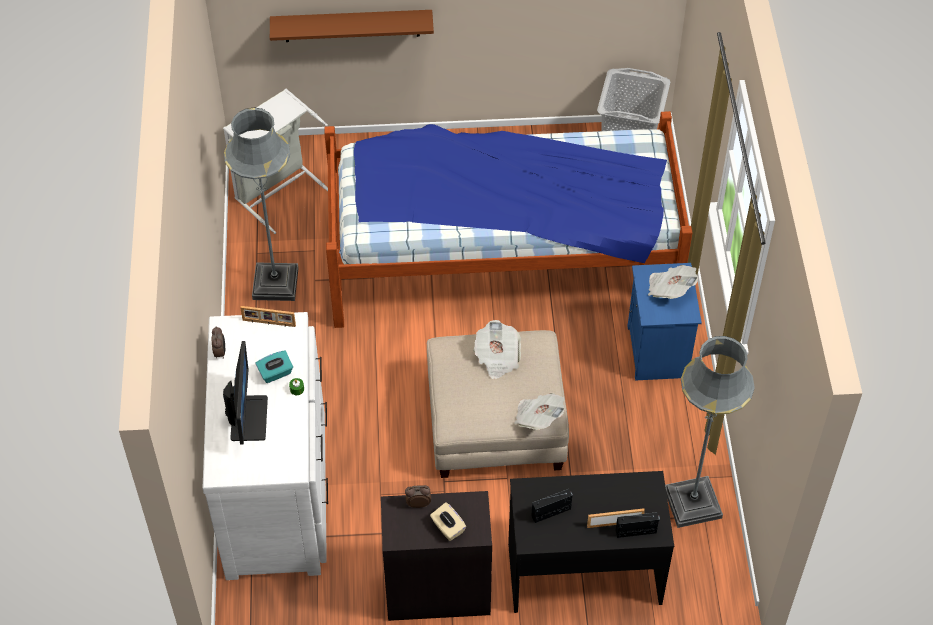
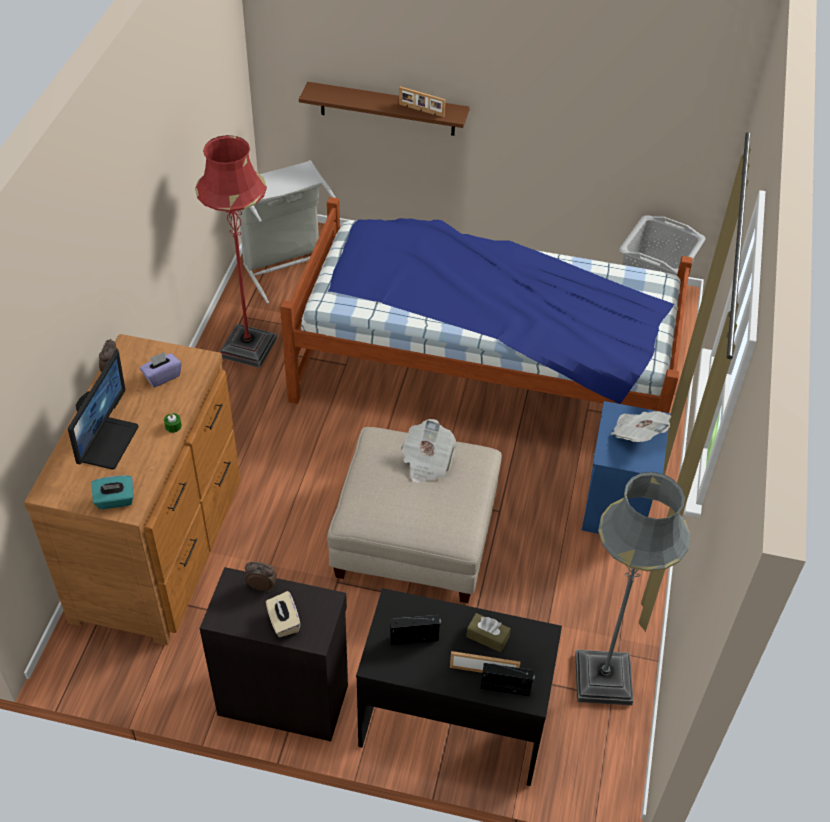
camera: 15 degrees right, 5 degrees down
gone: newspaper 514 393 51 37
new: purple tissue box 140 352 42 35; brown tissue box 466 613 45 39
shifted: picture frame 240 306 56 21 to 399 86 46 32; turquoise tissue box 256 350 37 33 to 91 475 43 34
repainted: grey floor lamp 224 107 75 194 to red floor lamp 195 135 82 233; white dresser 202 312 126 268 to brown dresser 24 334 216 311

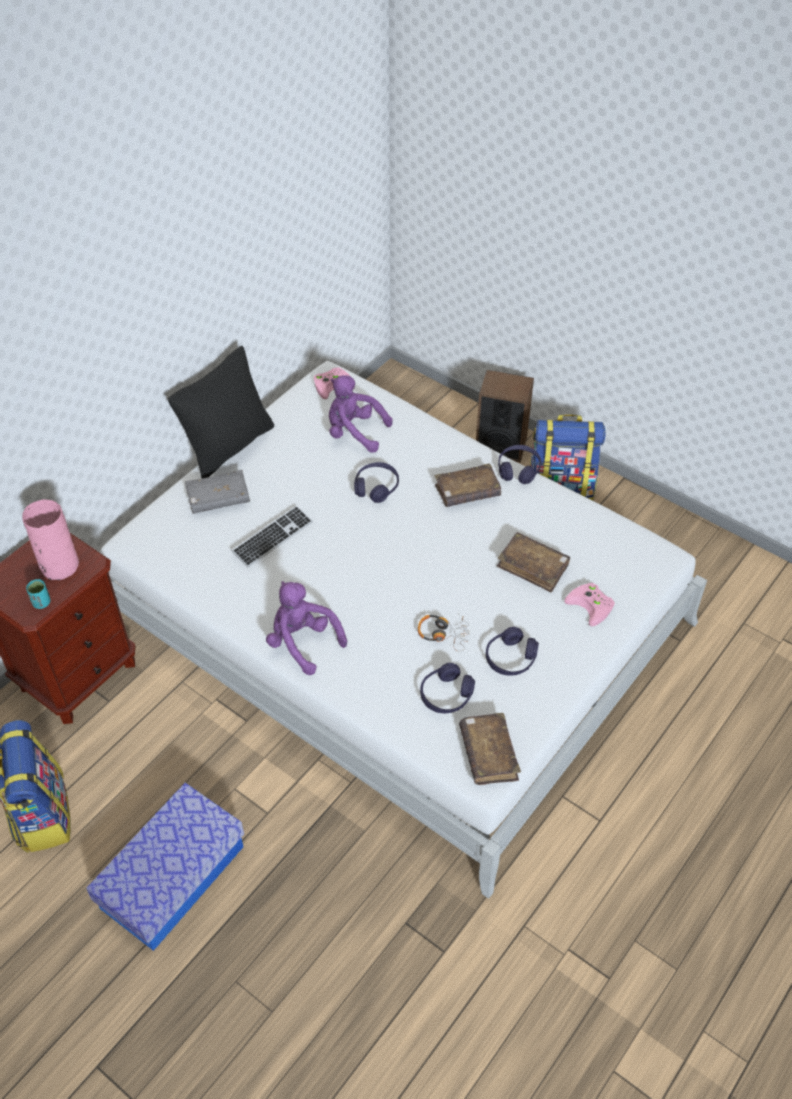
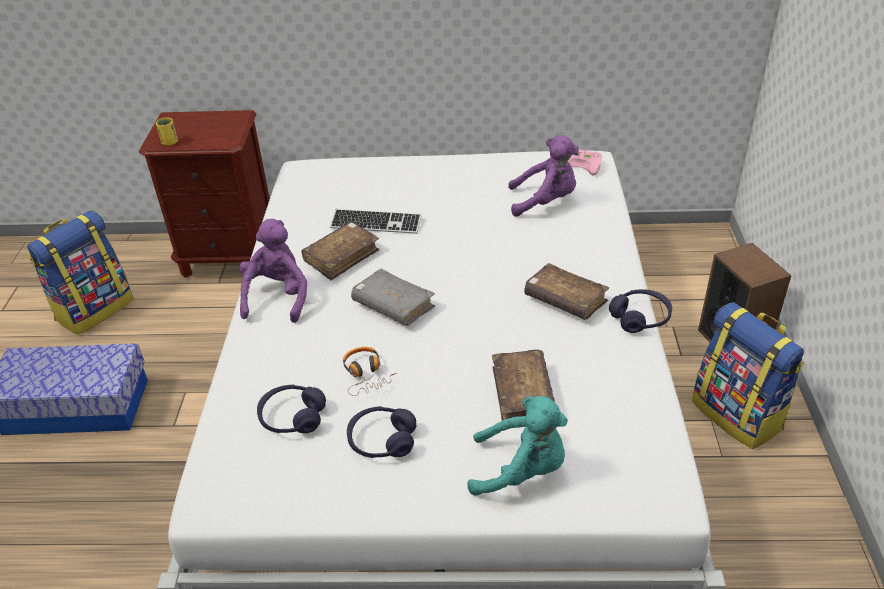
camera: 55 degrees right, 10 degrees down
gone: black pillow 168 346 106 133; purple headphones 354 462 45 41; pink vase 22 499 57 81
shifted: grey book 185 470 65 44 to 351 269 84 57; brown book 459 713 62 72 to 301 222 78 59
swapped: pink game controller 564 583 51 43 to turquoise plush toy 467 396 101 100
repainted: turquoise cup 26 579 24 30 to yellow cup 156 117 22 29
rotated: purple plush toy 329 375 64 78 = 508 135 71 82 105 degrees clockwise

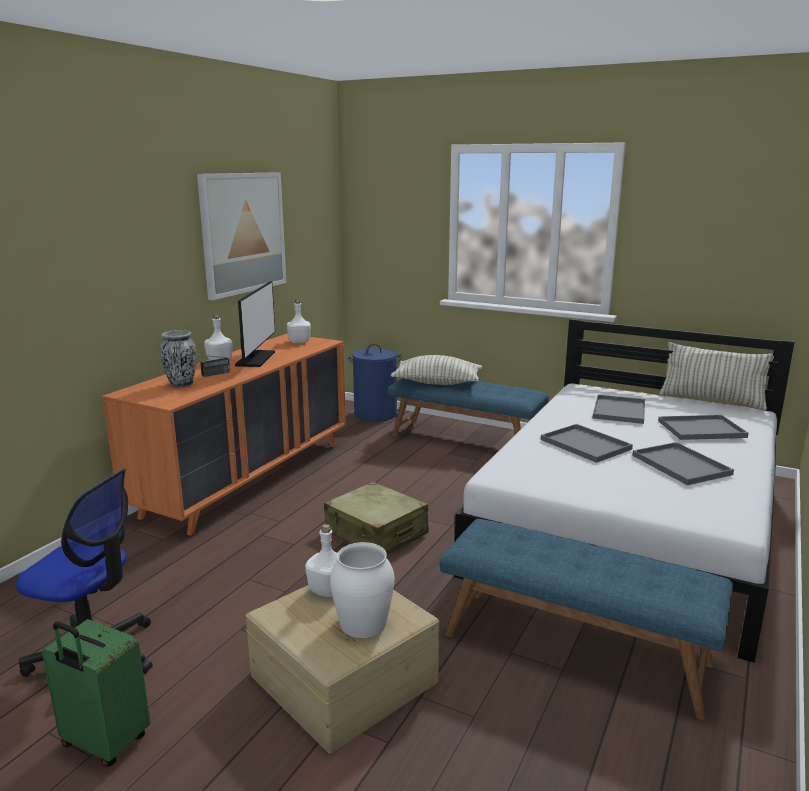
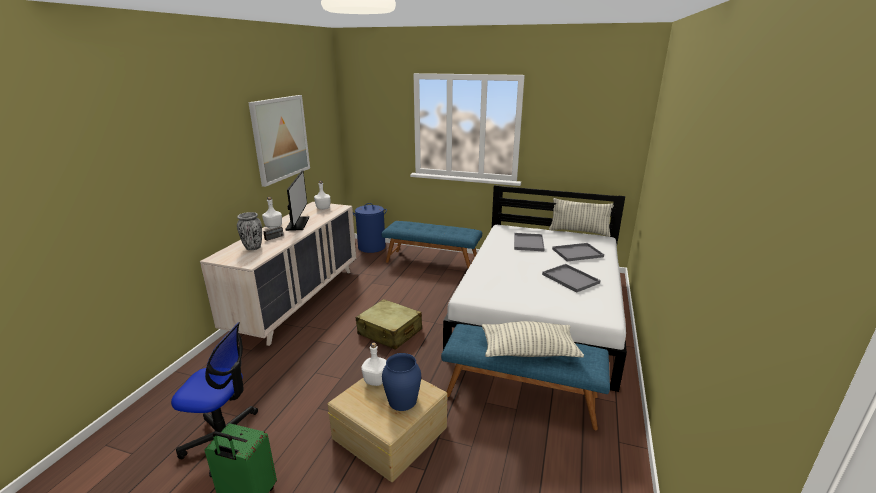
camera: 10 degrees left, 5 degrees up
gone: grey tray 541 424 92 39
shifted: pillow 391 355 91 30 to 482 321 102 37
repainted: orange dresser 102 334 244 202 to beige dresser 200 202 156 144; white vase 330 542 65 96 to blue vase 382 353 39 58

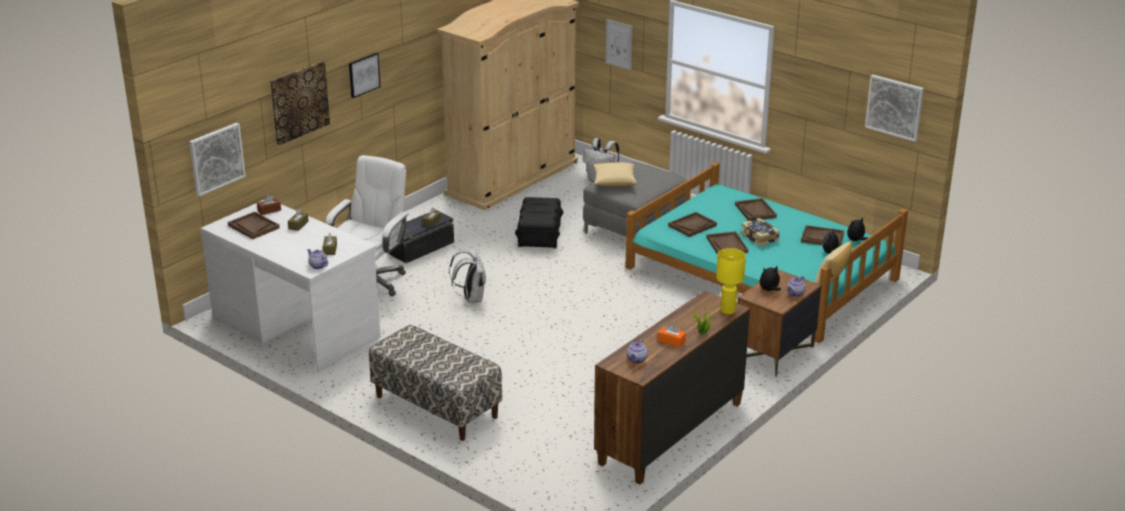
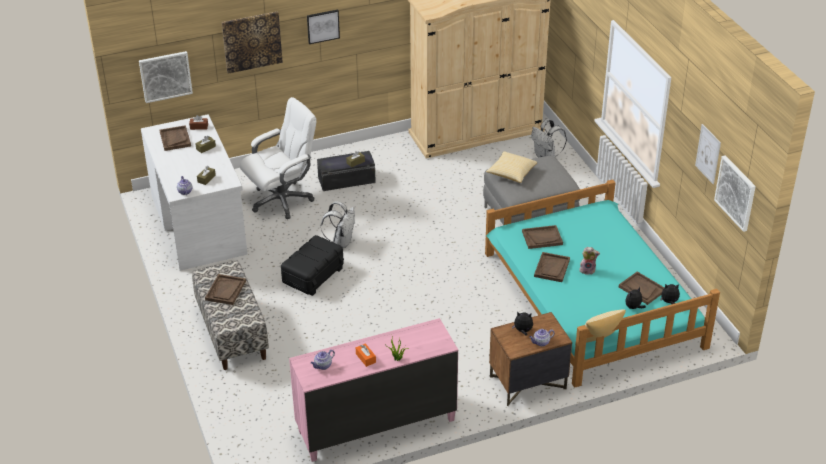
camera: 30 degrees right, 10 degrees up
gone: yellow table lamp 716 248 30 66
shifted: picture 606 19 26 51 to 695 124 26 60; black storage box 515 197 49 51 to 281 235 63 61; brown tray 735 198 42 23 to 205 274 41 31
swapped: book 740 218 40 29 to plush toy 579 247 21 28
repainted: brown dresser 594 291 156 194 to pink dresser 289 318 169 144

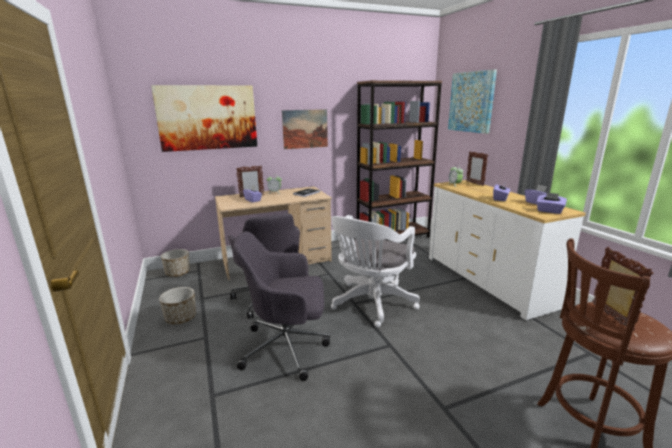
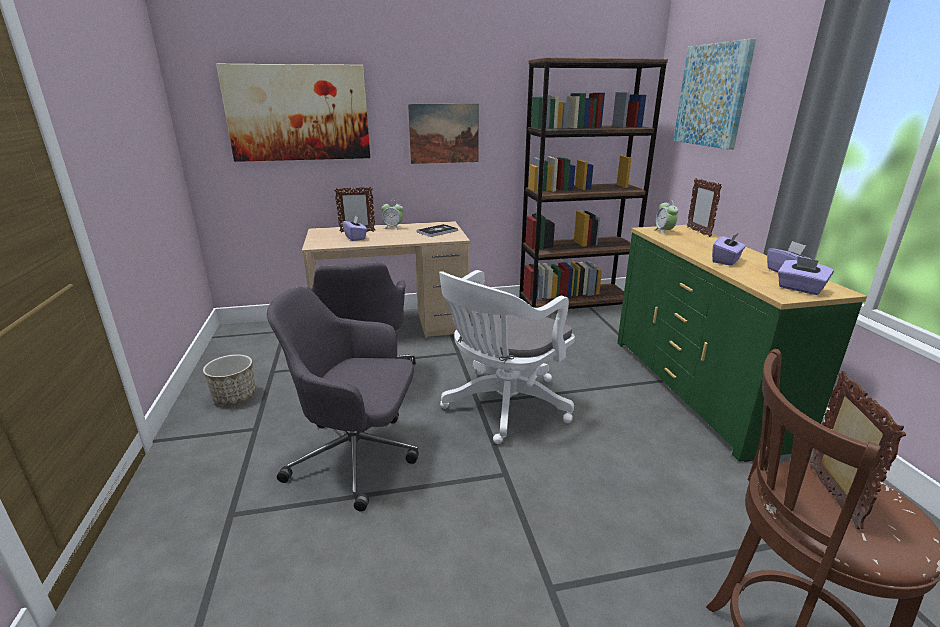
camera: 10 degrees right, 5 degrees up
gone: planter 161 249 29 28
repainted: white dresser 429 180 157 140 to green dresser 617 225 250 237

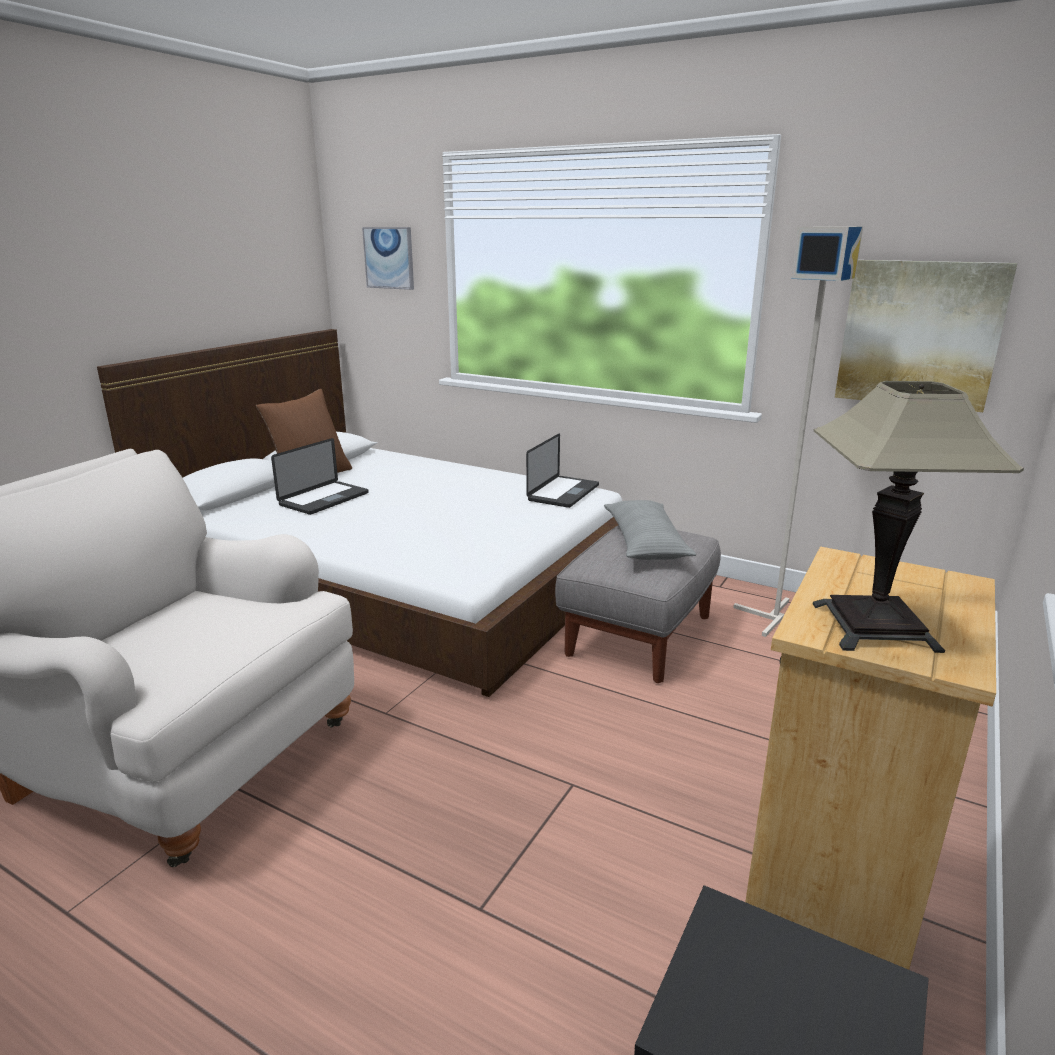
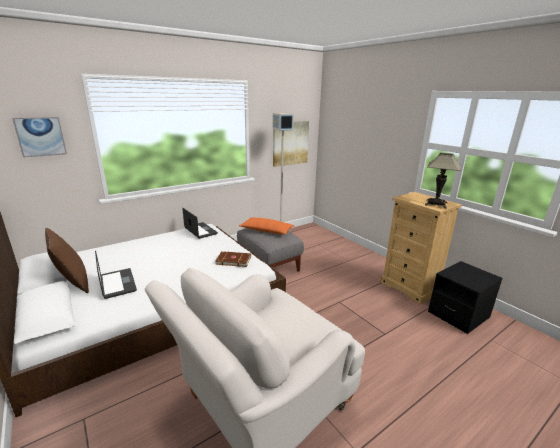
camera: 65 degrees left, 0 degrees up
new: brown book 215 251 36 16
repainted: grey pillow 604 500 92 60 to orange pillow 239 217 55 17

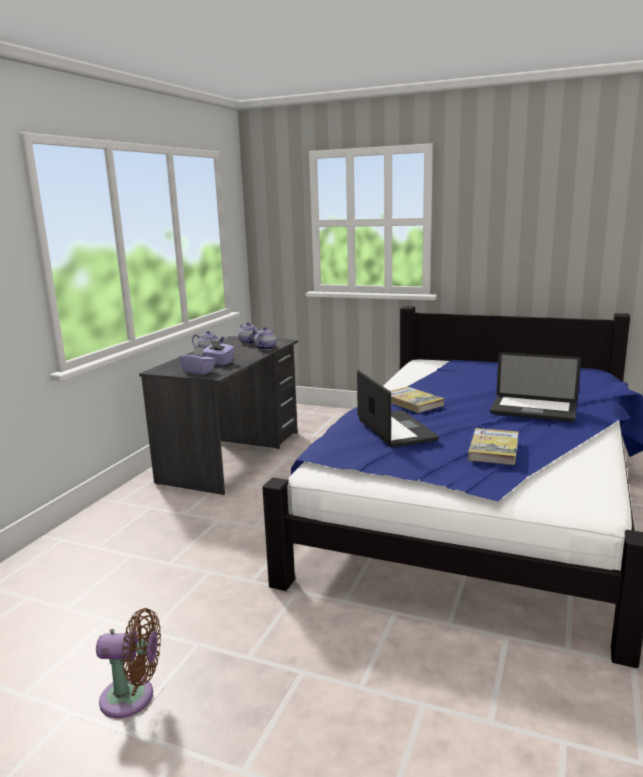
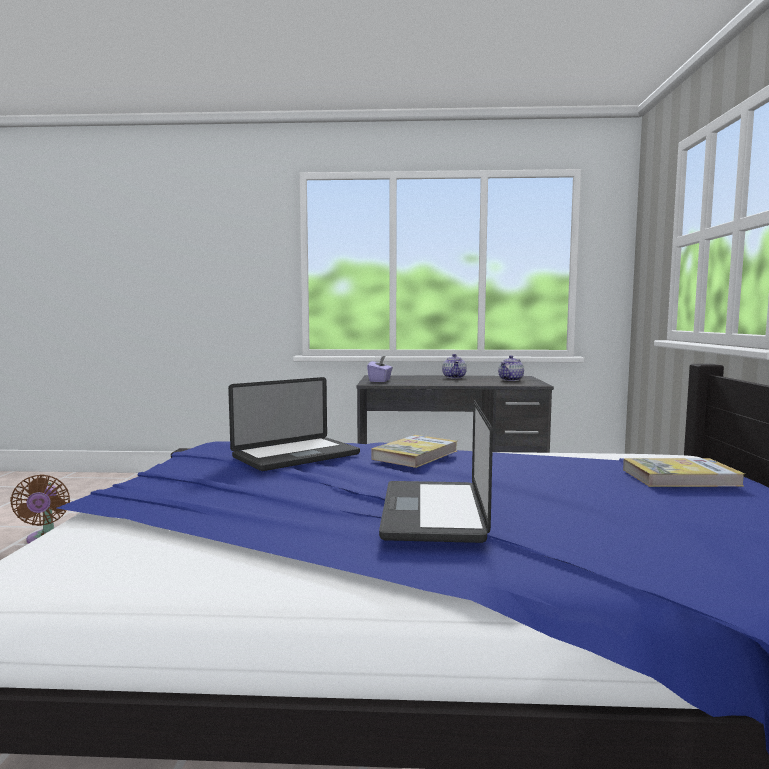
camera: 70 degrees right, 10 degrees down
gone: teapot 254 327 22 23; purple tissue box 202 340 33 26
shifted: book 468 428 50 37 to 623 458 122 29

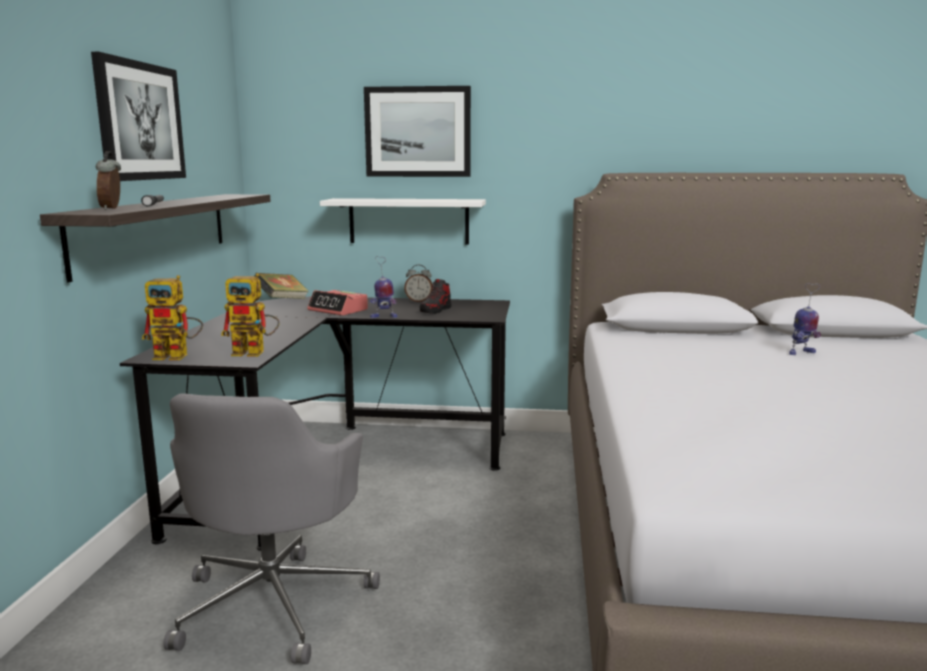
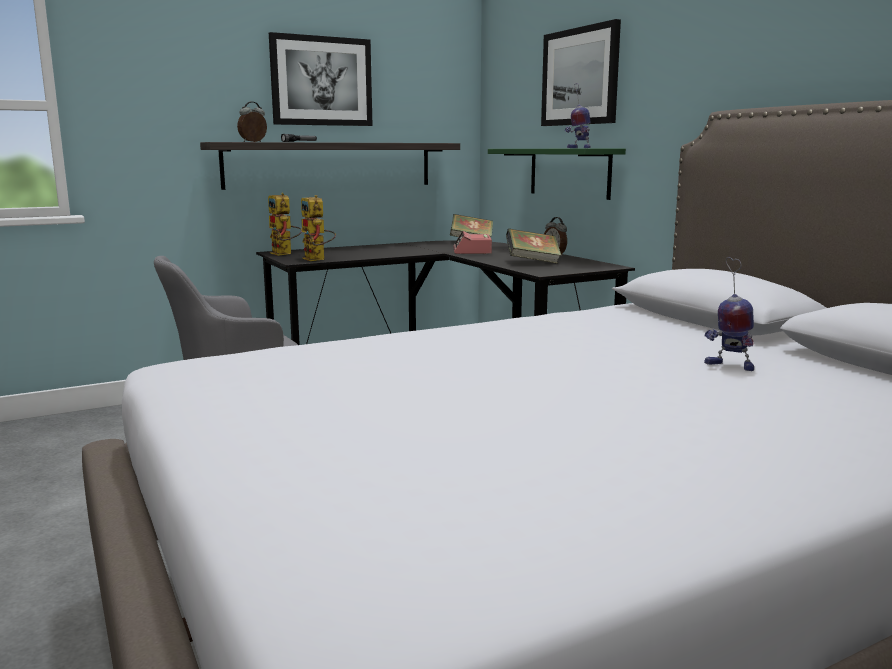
camera: 55 degrees right, 0 degrees up
shifted: toy robot 370 256 28 62 to 565 83 26 65
swapped: shoe 420 279 31 35 to book 506 228 55 36
repainted: white shelf 320 198 166 46 to green shelf 488 149 138 51

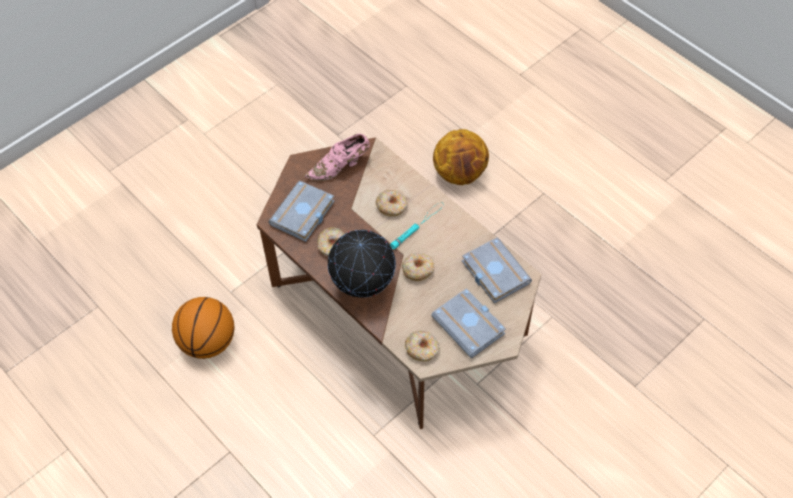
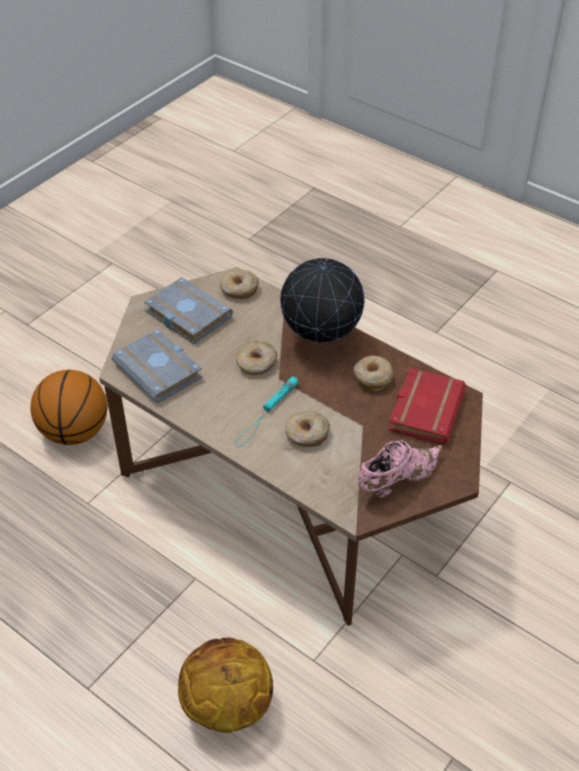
camera: 170 degrees right, 10 degrees down
shifted: basketball 172 297 63 62 to 30 370 78 75
repainted: grey book 268 181 67 61 to red book 388 368 78 77

